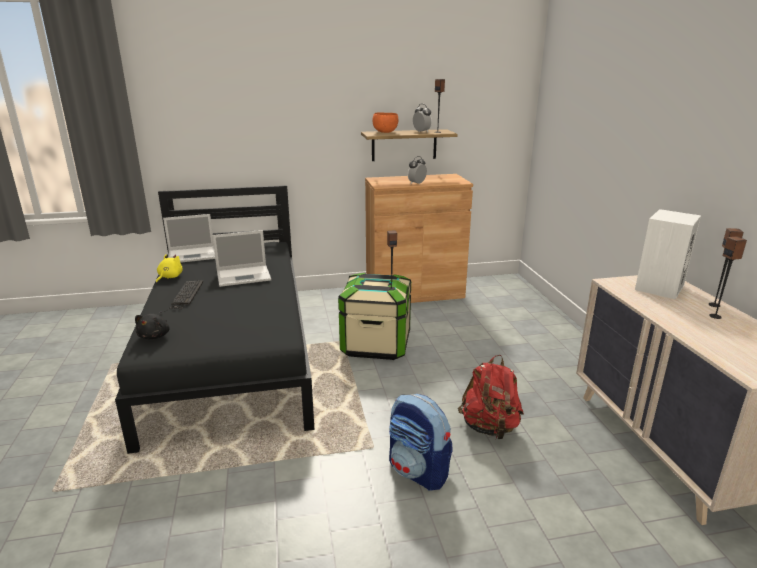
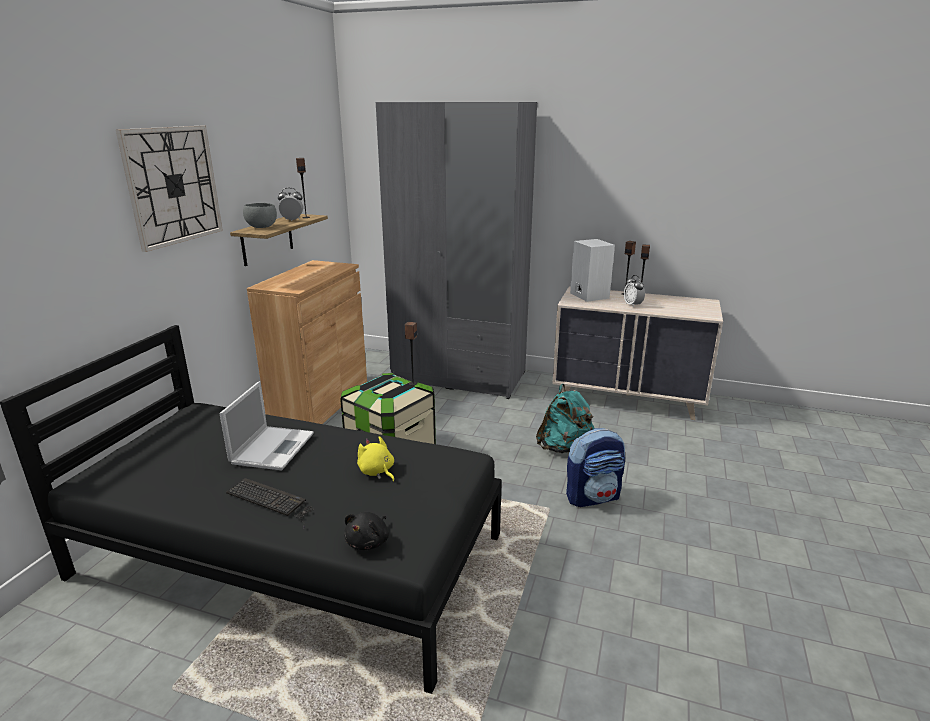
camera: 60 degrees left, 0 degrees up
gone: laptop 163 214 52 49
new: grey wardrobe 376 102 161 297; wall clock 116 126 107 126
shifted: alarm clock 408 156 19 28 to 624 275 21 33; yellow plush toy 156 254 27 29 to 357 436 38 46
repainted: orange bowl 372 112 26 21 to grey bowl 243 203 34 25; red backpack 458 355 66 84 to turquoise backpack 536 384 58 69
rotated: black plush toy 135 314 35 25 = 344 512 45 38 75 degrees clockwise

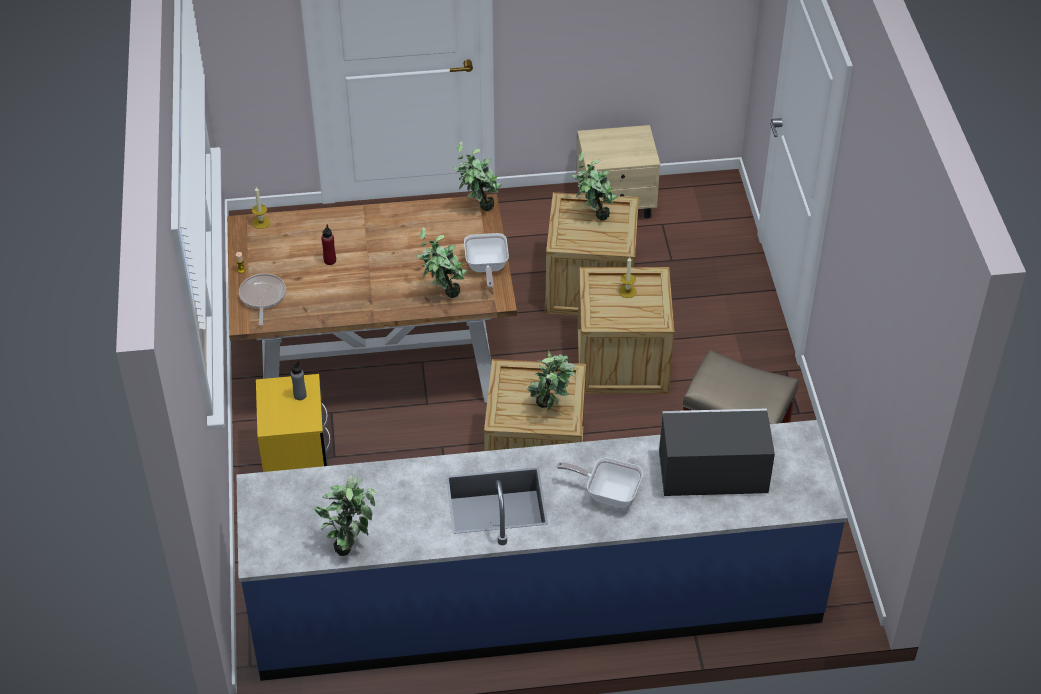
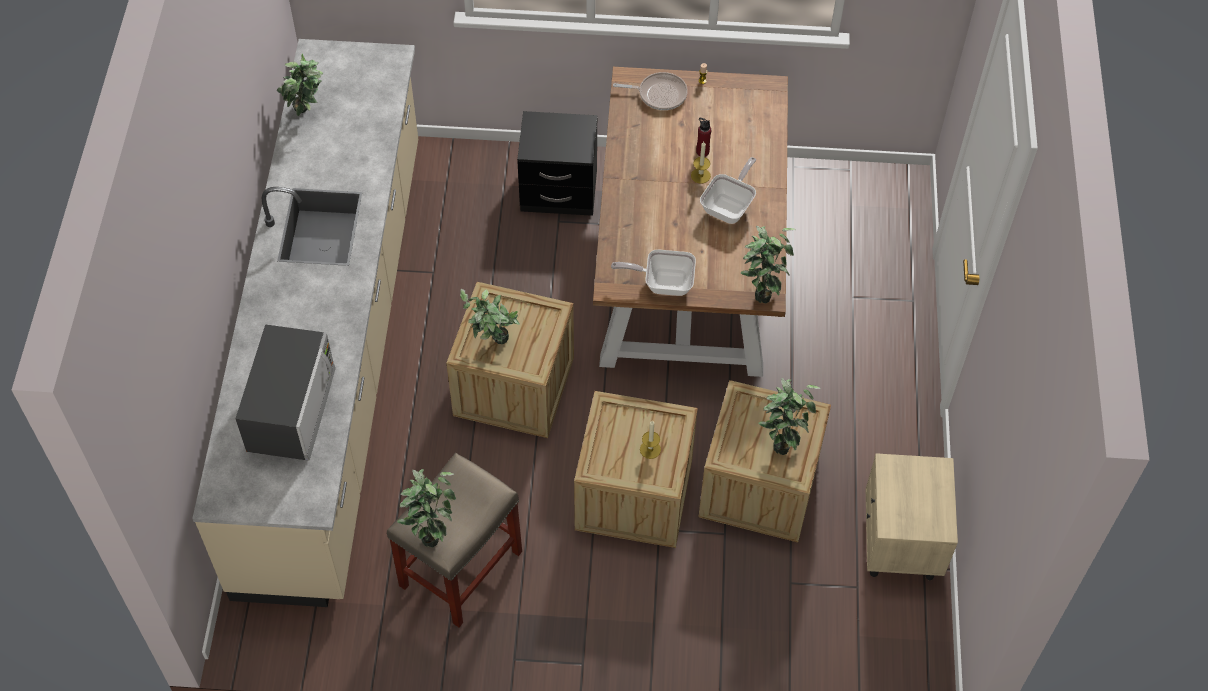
camera: 100 degrees right, 10 degrees up
gone: grey bottle 291 361 15 39
shifted: candle 252 187 19 42 to 691 142 20 42; potted plant 417 227 51 71 to 397 469 59 78; frying pan 556 458 87 50 to 700 157 56 67
repainted: yellow nightstand 256 374 75 98 to black nightstand 517 111 80 105; blue counter 237 420 610 261 to beige counter 192 39 226 568

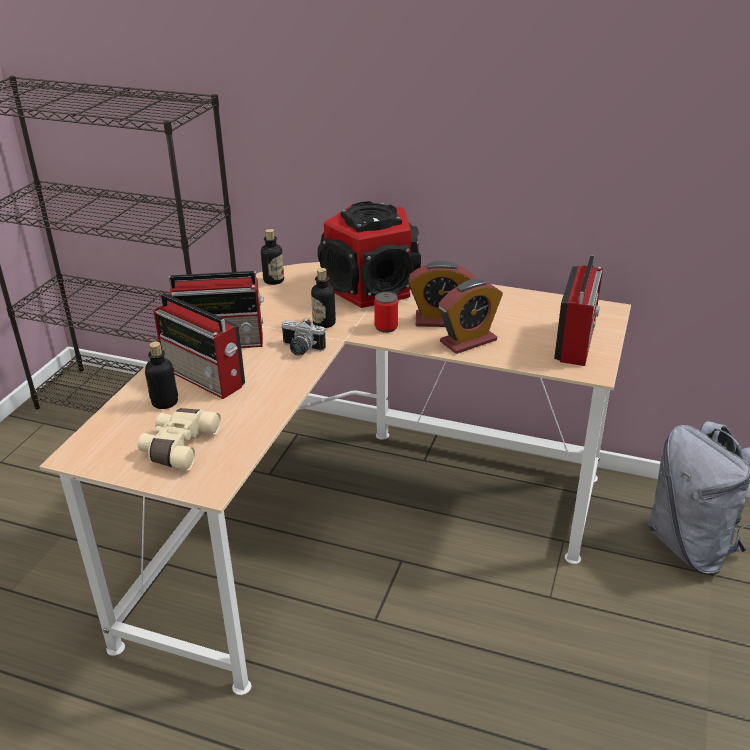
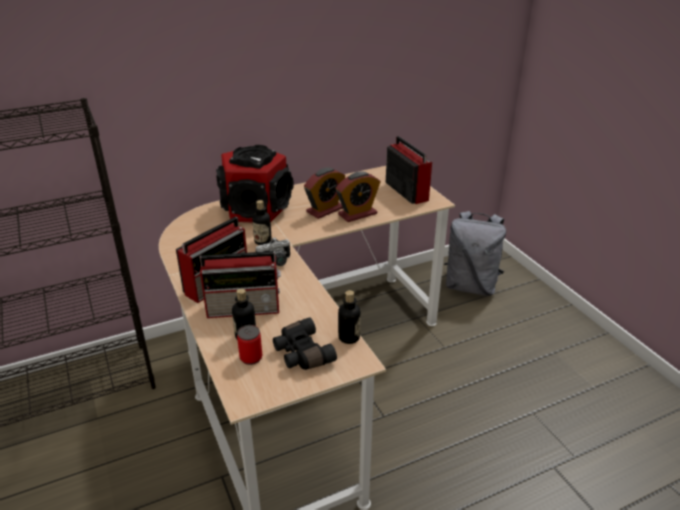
camera: 45 degrees left, 0 degrees up
shifted: bottle 261 229 23 56 to 338 290 23 54; can 374 291 24 42 to 237 325 25 40
repainted: beige binoculars 138 408 83 62 to black binoculars 273 317 64 53
rotated: alarm clock 438 279 65 75 = 336 171 45 51 45 degrees clockwise

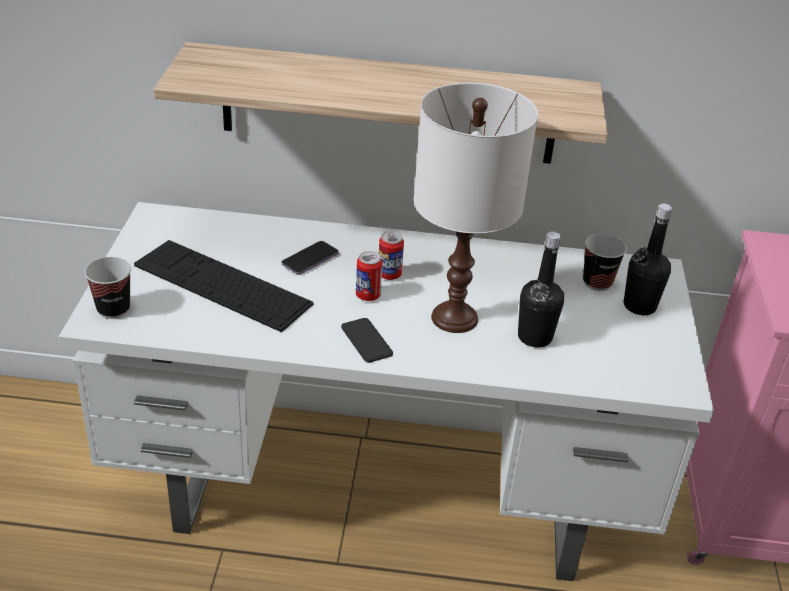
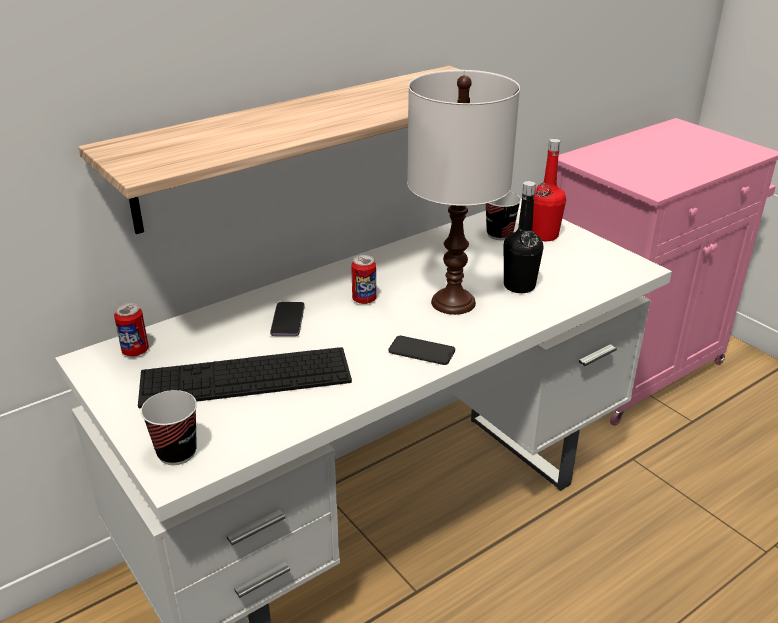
camera: 40 degrees left, 5 degrees down
shifted: can 356 251 27 50 to 114 303 35 53
repainted: black bottle 624 204 48 111 to red bottle 532 139 34 102

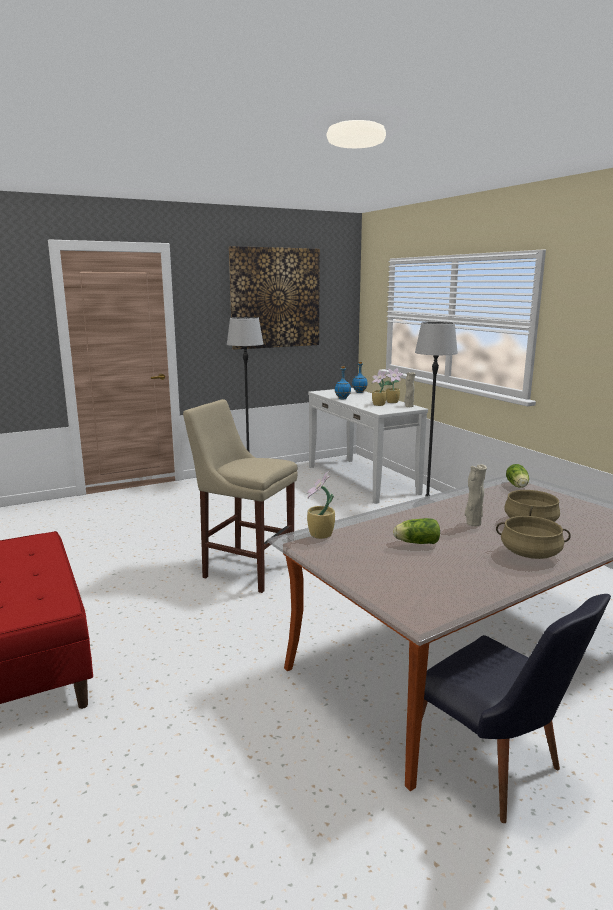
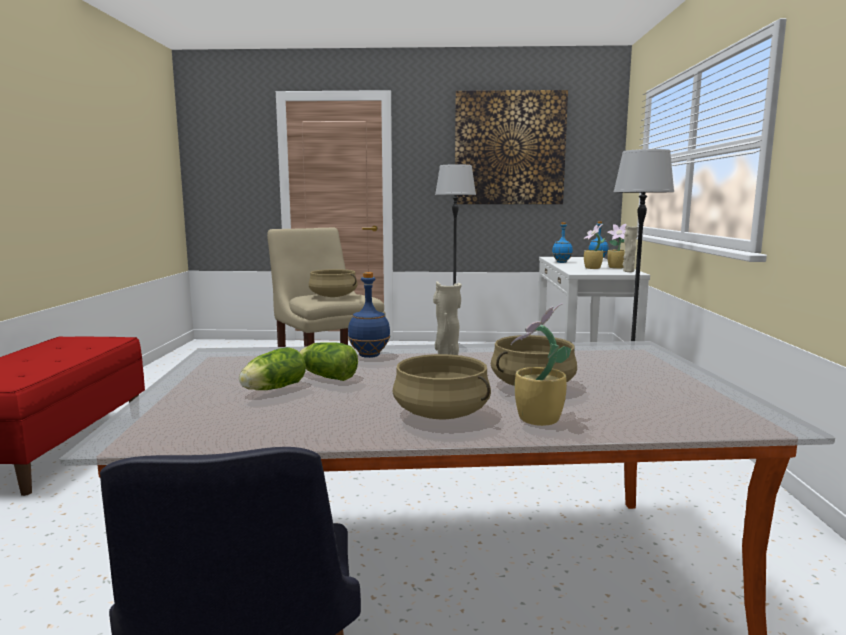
camera: 30 degrees right, 5 degrees down
new: beige cooking pot 309 269 49 28; blue bottle 348 272 42 86
shifted: lettuce 506 464 23 24 to 239 347 67 43; potted plant 307 471 28 68 to 511 303 60 123

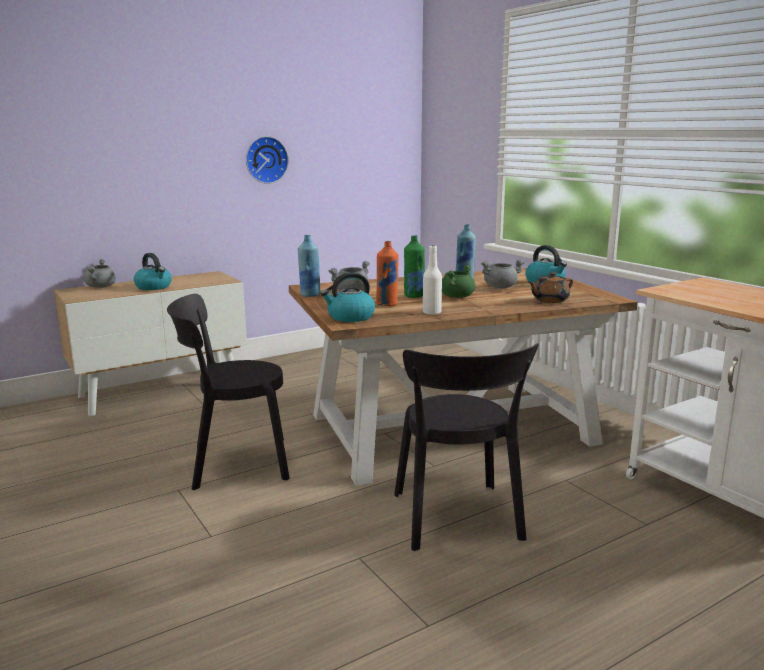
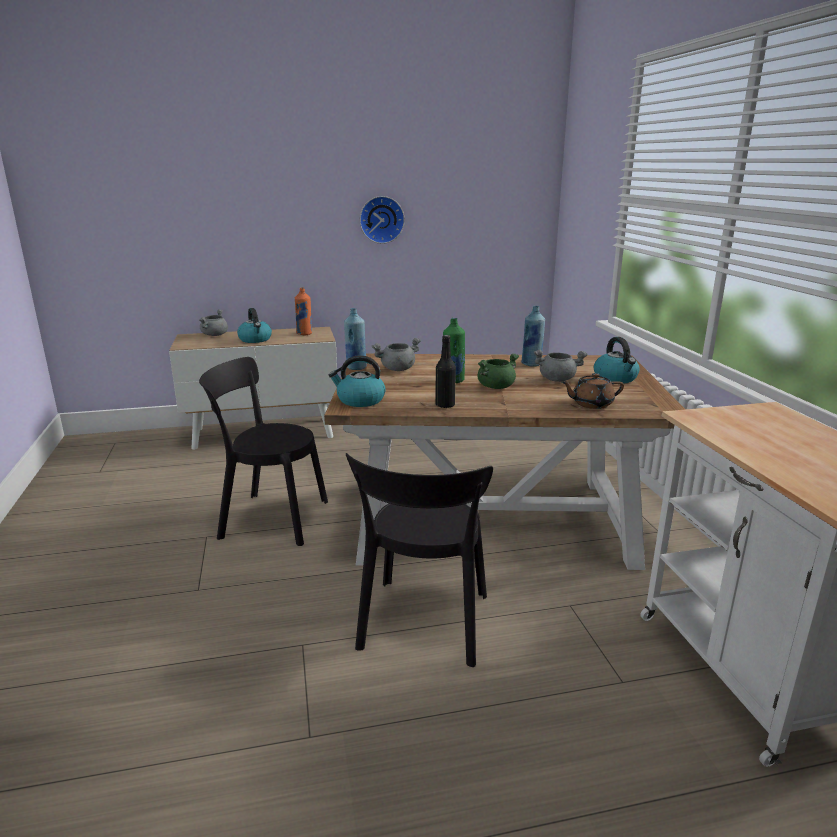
camera: 20 degrees right, 5 degrees up
shifted: orange bottle 376 241 23 65 to 294 288 18 47
repainted: white bottle 423 245 19 70 to black bottle 435 335 21 73

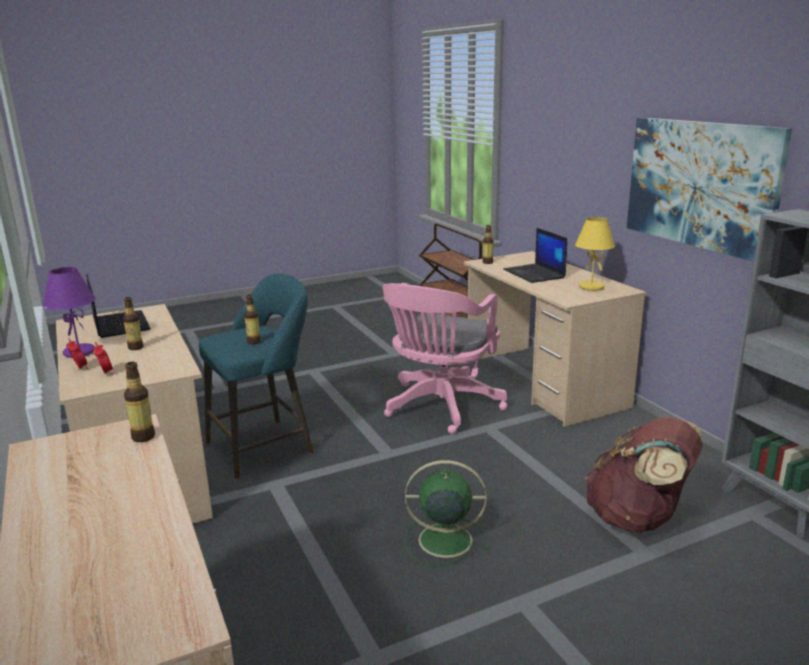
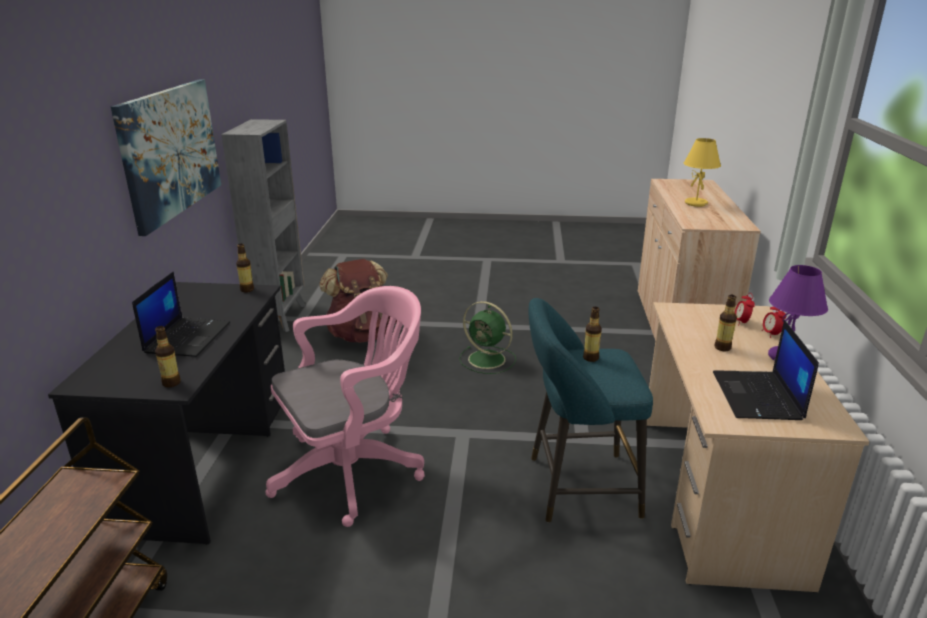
camera: 150 degrees left, 5 degrees up
shifted: yellow table lamp 575 217 40 74 to 684 138 37 69; bottle 124 362 31 80 to 236 244 18 48
repainted: beige desk 464 251 183 176 to black desk 48 282 237 263

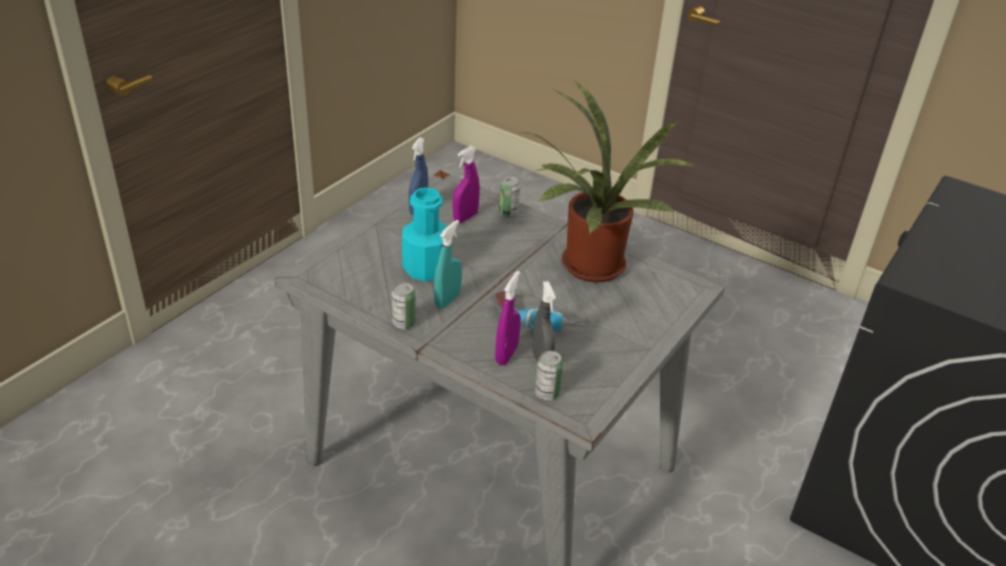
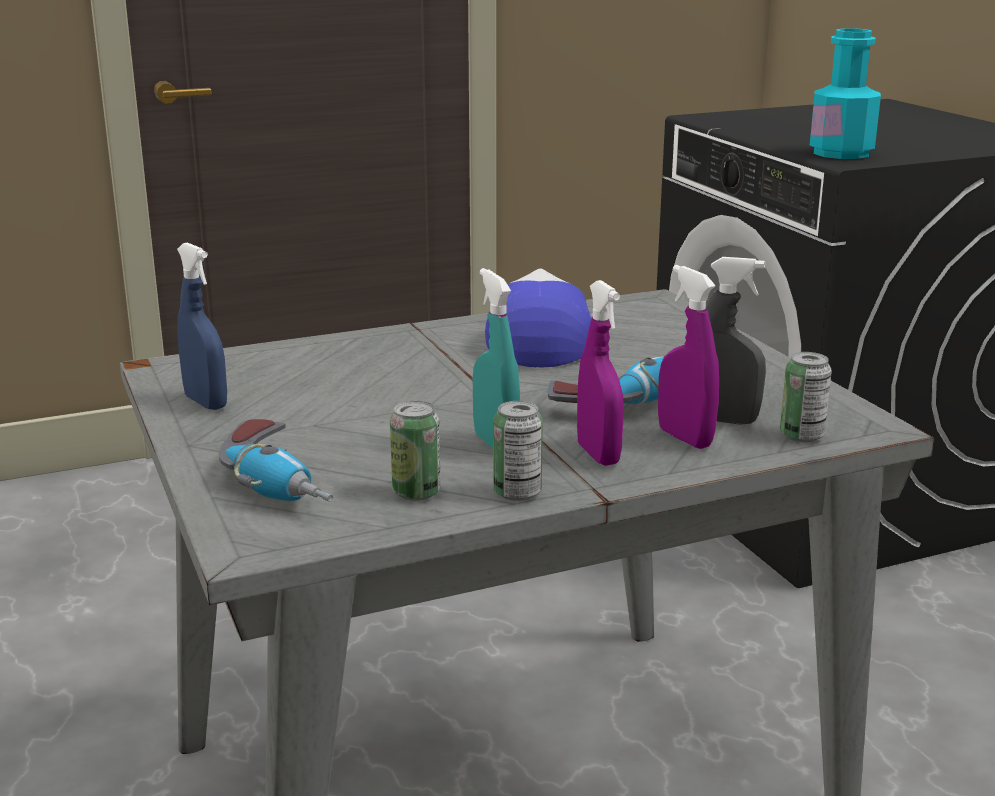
camera: 55 degrees left, 15 degrees down
new: power drill 219 419 114 83
shifted: purple spray bottle 453 146 27 77 to 577 280 47 186; can 499 177 21 41 to 390 401 51 100; turquoise bottle 402 188 45 93 to 810 28 71 131
swapped: potted plant 520 80 175 202 to cap 485 268 106 99

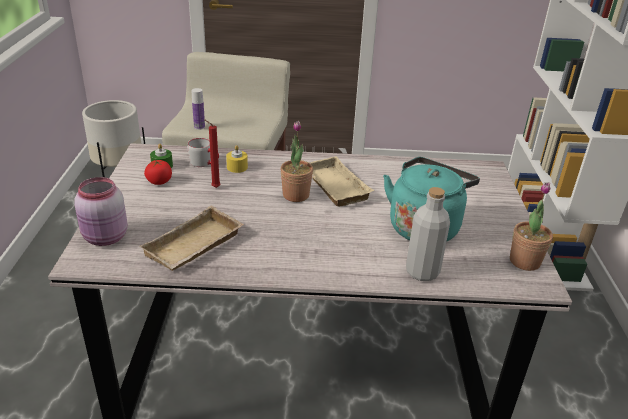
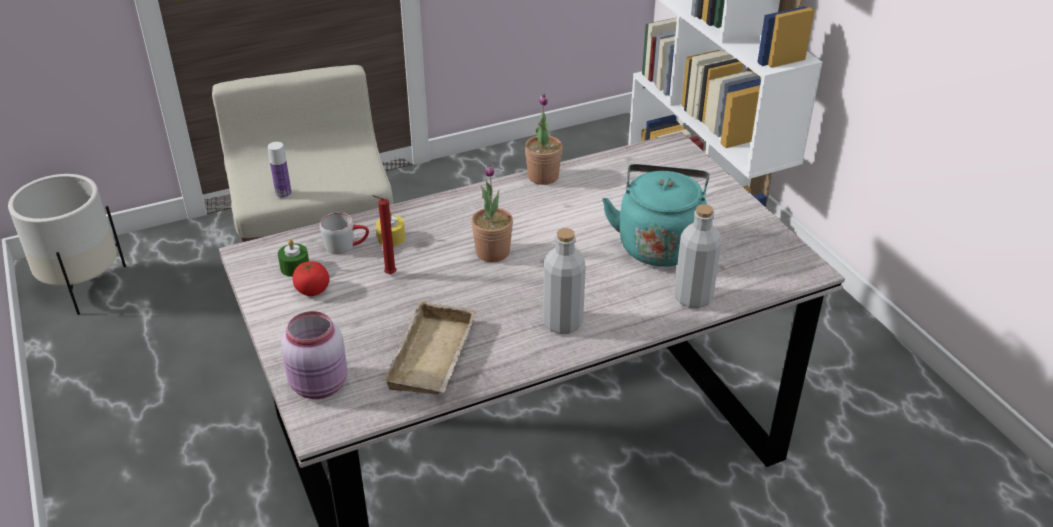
camera: 25 degrees left, 5 degrees up
gone: beige tray 308 156 66 51
new: grey bottle 543 228 43 106
shifted: potted plant 510 182 43 89 to 525 94 38 91

